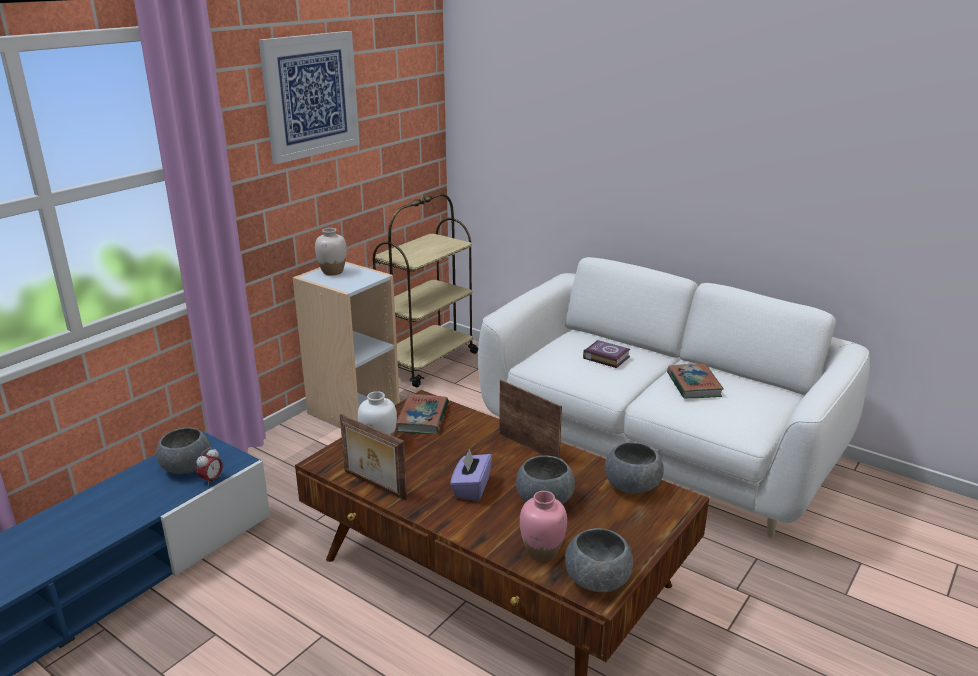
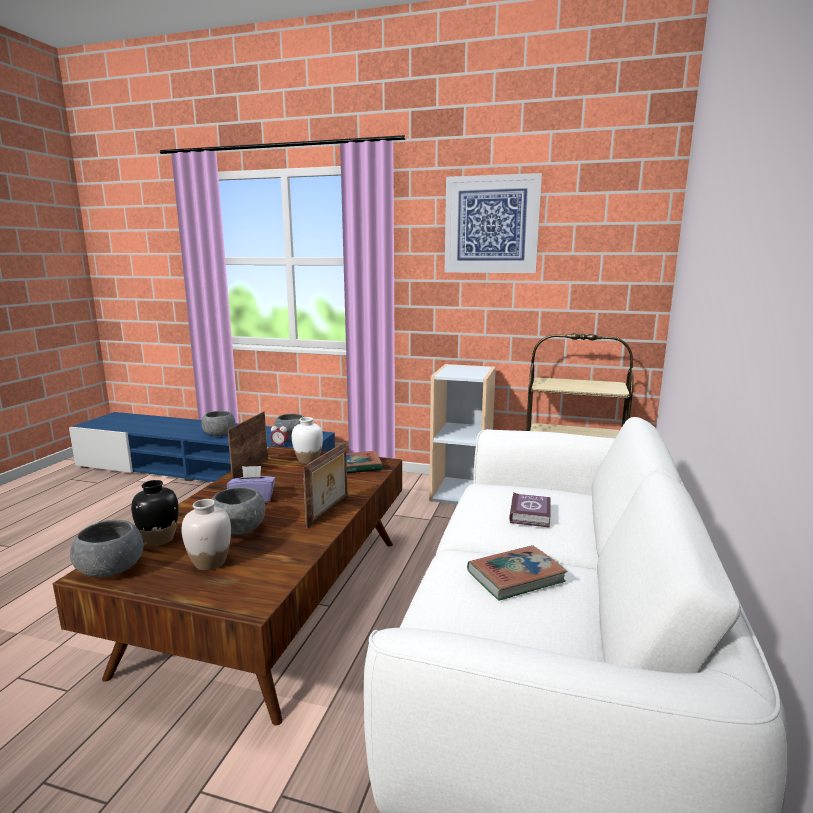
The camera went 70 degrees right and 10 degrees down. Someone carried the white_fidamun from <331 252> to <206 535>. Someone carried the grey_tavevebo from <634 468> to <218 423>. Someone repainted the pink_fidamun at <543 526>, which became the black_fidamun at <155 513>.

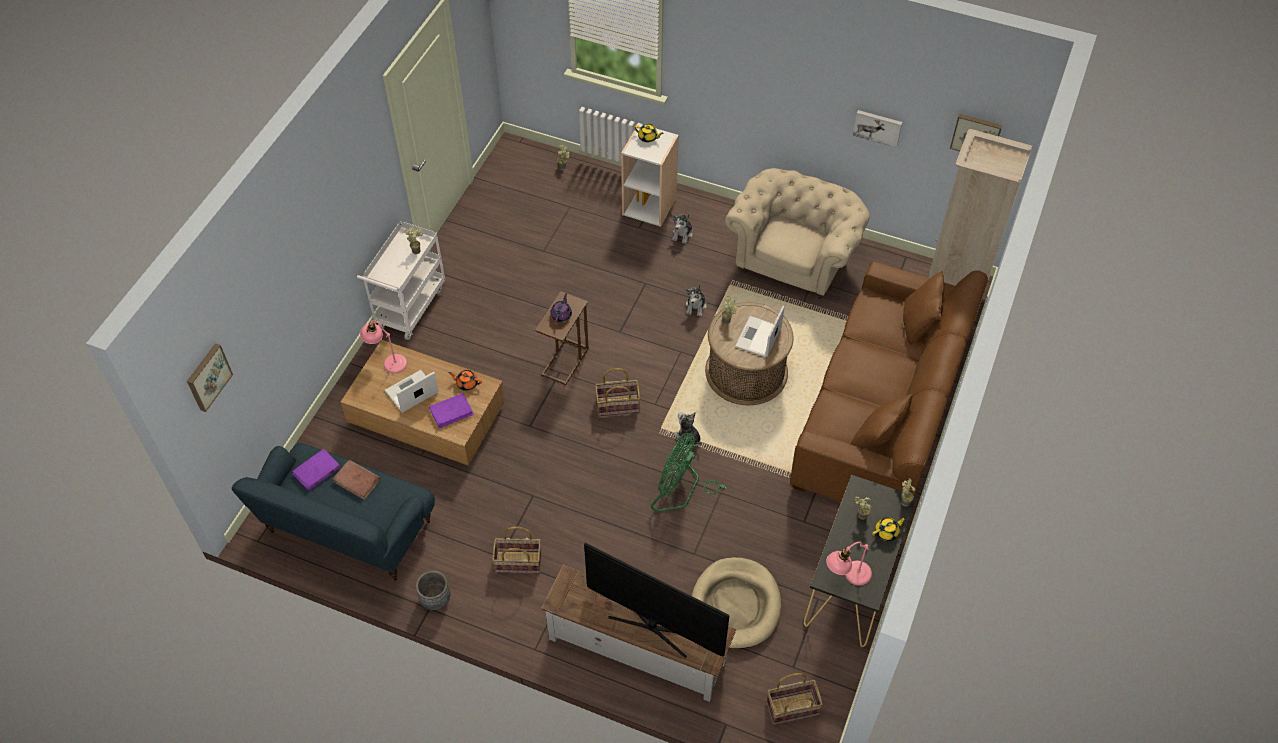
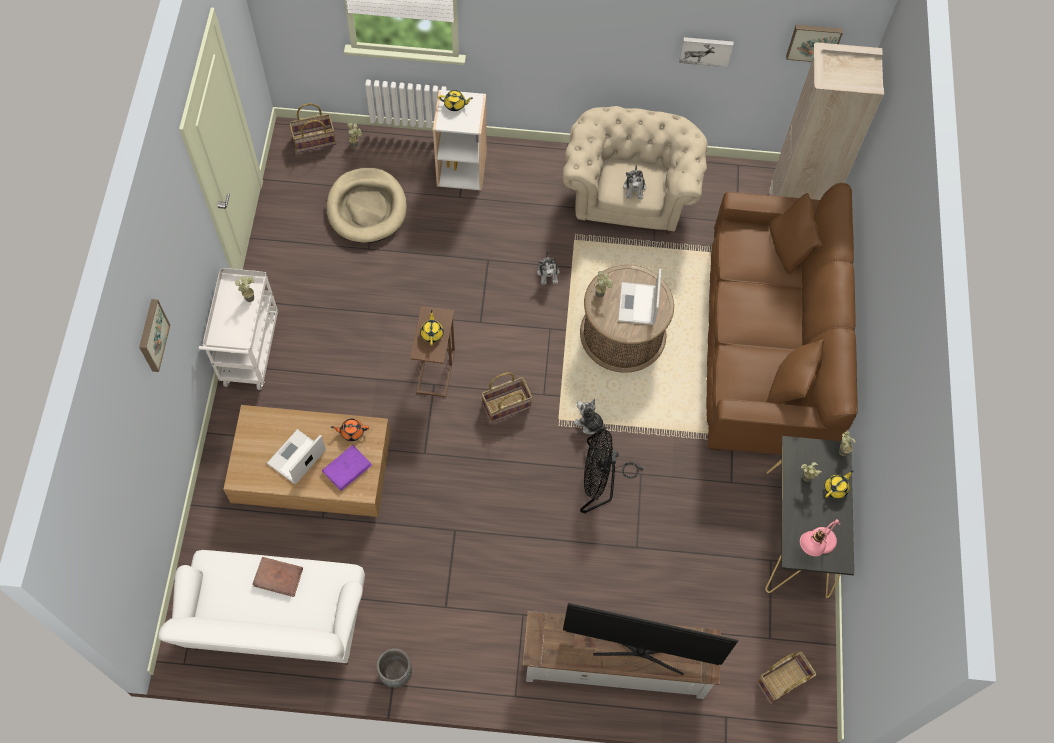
The camera went 20 degrees left and 10 degrees up. Someone took away the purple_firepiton at <317 469>. Someone took away the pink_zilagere at <383 347>. Someone carried the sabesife from <210 377> to <154 335>. Someone carried the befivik from <517 550> to <312 128>. Someone carried the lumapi from <682 229> to <634 181>. Someone carried the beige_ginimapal from <736 603> to <367 205>. Someone repainted the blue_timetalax at <333 512>, which became the white_timetalax at <261 607>. Someone repainted the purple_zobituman at <561 308>, which became the yellow_zobituman at <432 328>. Someone repainted the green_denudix at <688 473>, which became the black_denudix at <612 471>.

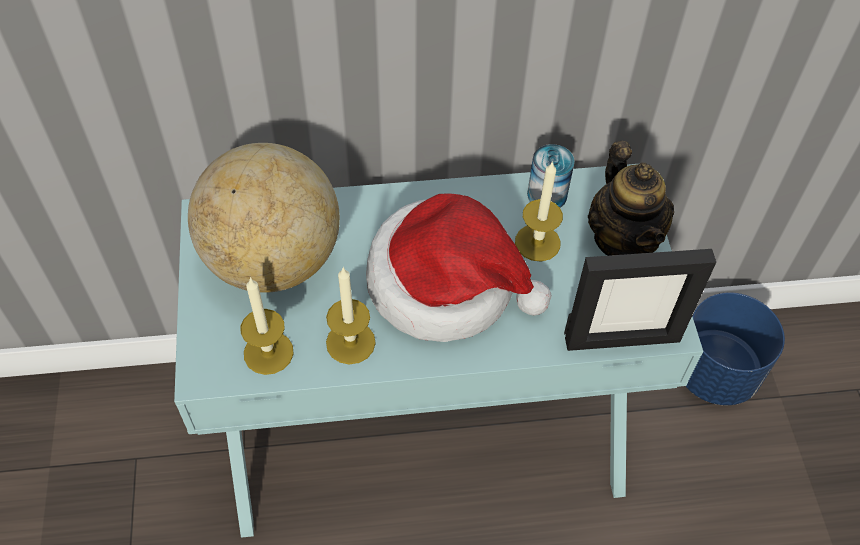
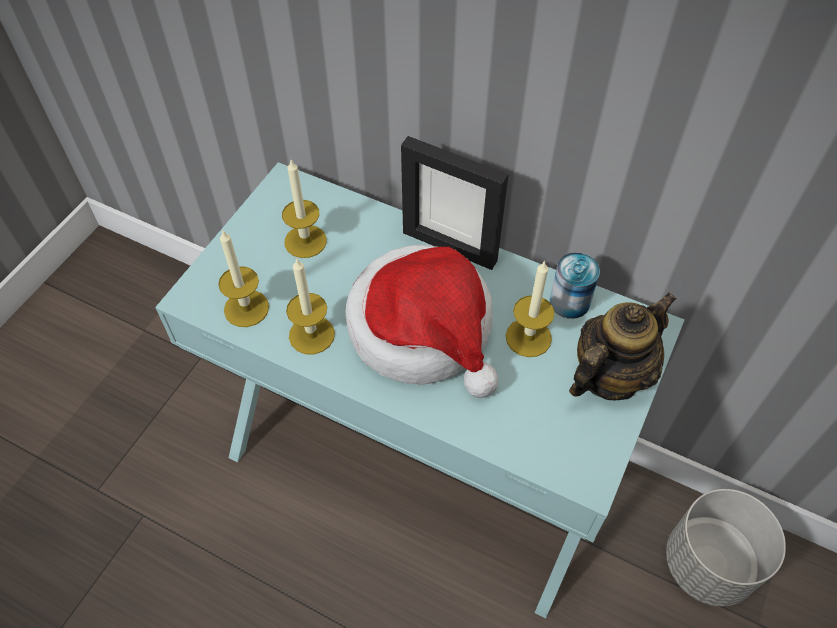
The camera went 35 degrees right and 0 degrees up. Someone carried the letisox from <640 300> to <455 203>. Someone swapped the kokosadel at <264 218> for the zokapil at <304 209>. Someone repainted the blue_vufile at <735 348>, which became the grey_vufile at <726 548>. Someone rotated the zobituman at <631 198> by 150 degrees counterclockwise.

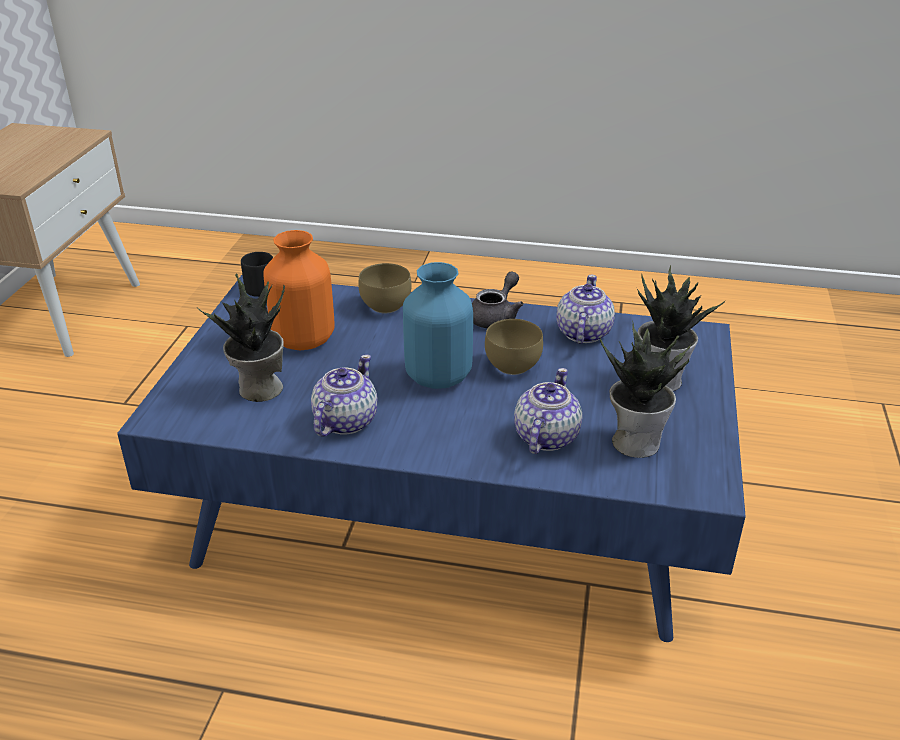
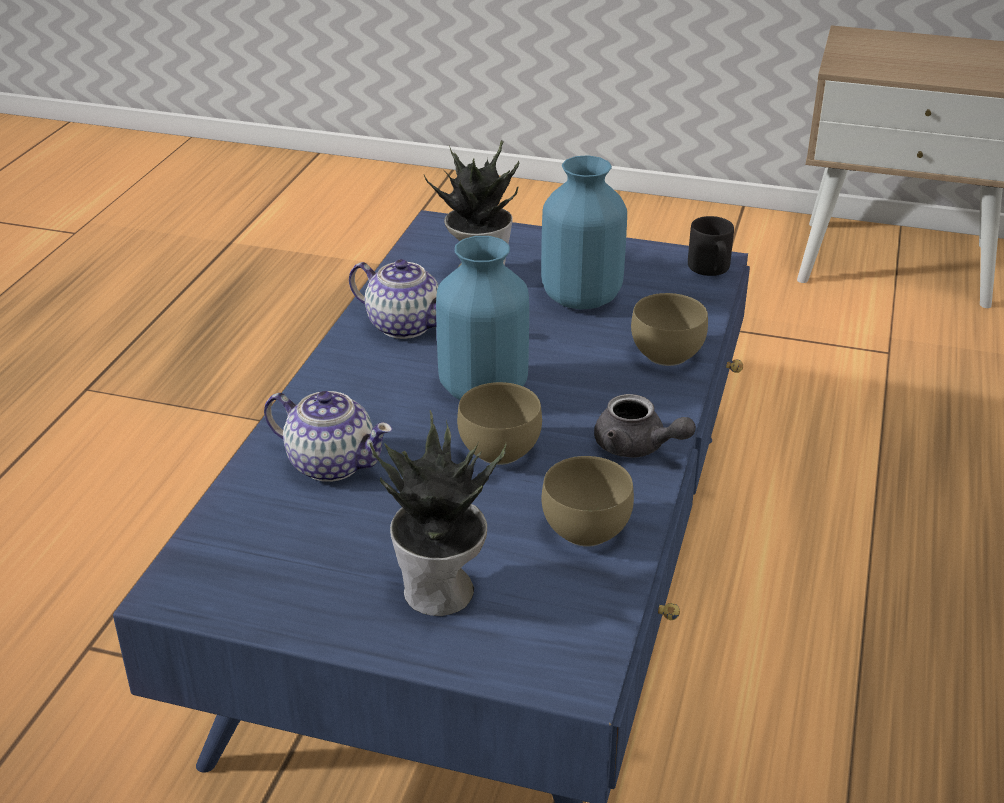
The camera went 95 degrees right and 0 degrees up. Someone took away the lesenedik at <645 389>. Someone swapped the zobituman at <586 309> for the brown_tavevebo at <587 501>. Someone repainted the orange_fidamun at <299 290>, which became the blue_fidamun at <584 232>.

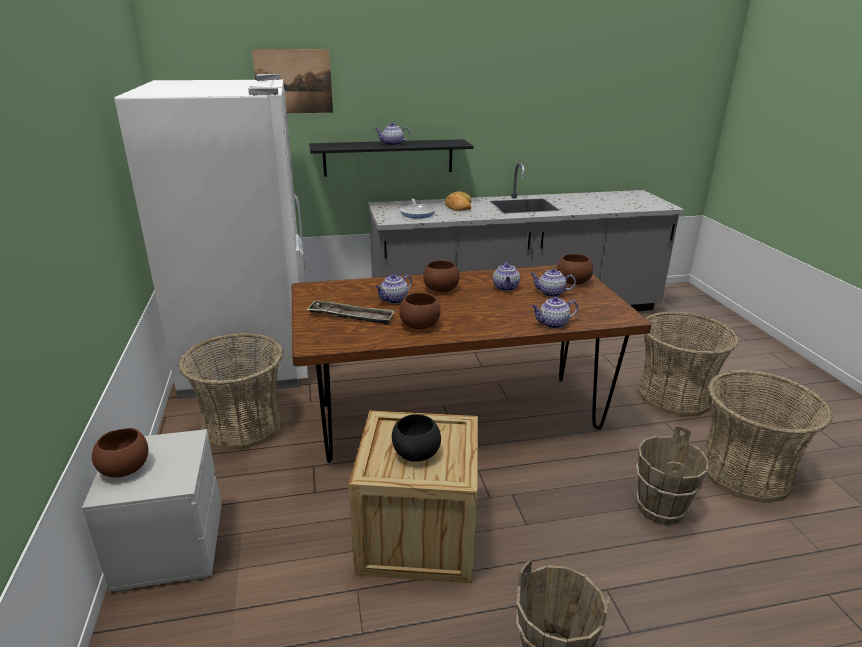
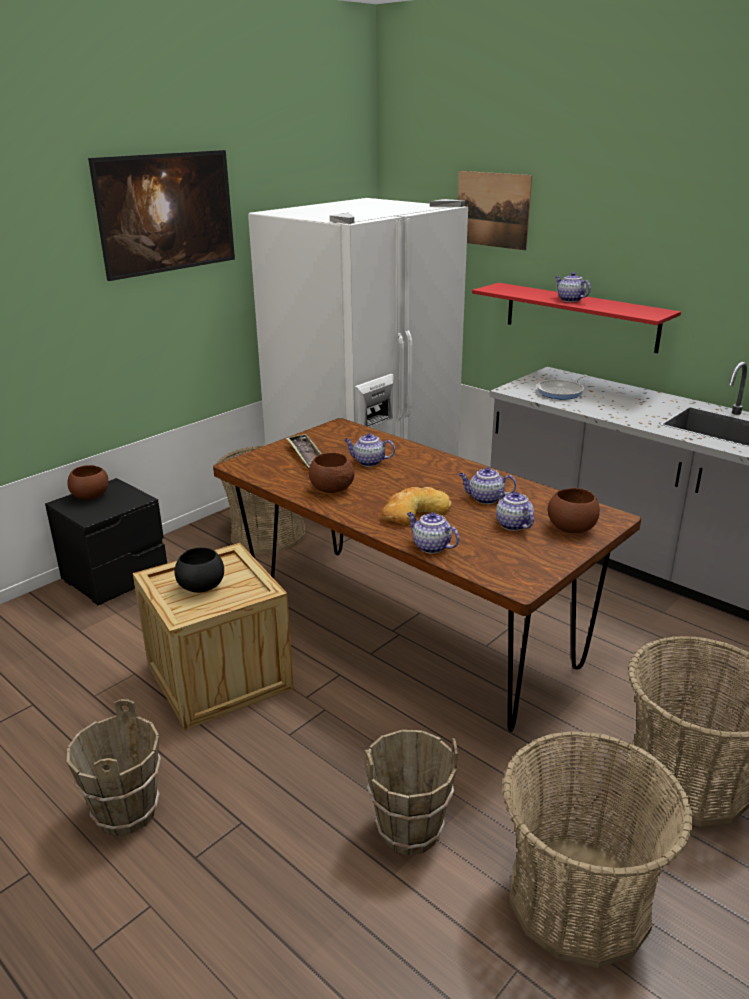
The camera went 55 degrees right and 0 degrees up. Someone took away the brown_tavevebo at <441 276>. Someone put up the sabesife at <161 215>. Someone carried the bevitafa from <458 201> to <417 506>. Someone repainted the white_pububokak at <152 511>, which became the black_pububokak at <106 541>. Someone repainted the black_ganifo at <391 158>, which became the red_ganifo at <576 318>. Someone rotated the zobituman at <506 276> by 45 degrees clockwise.

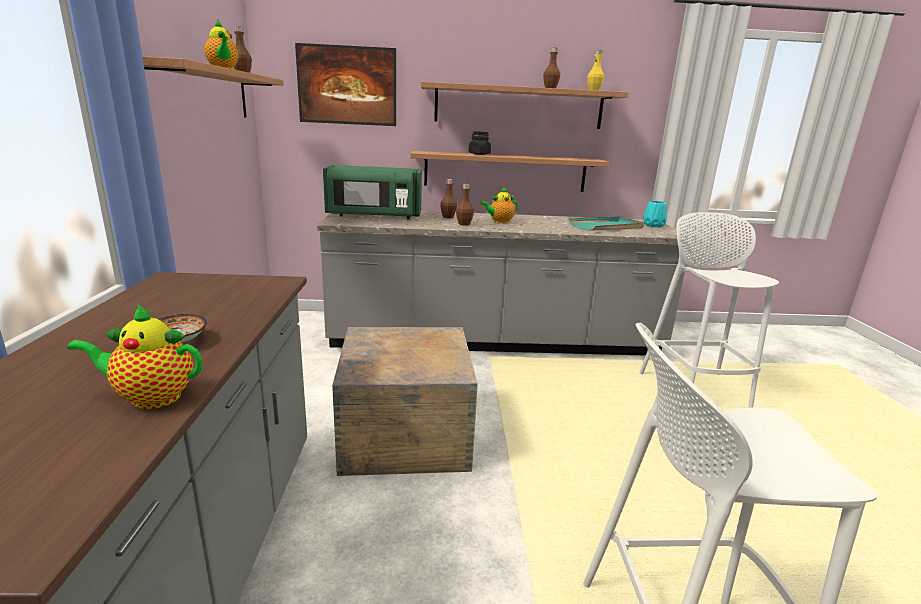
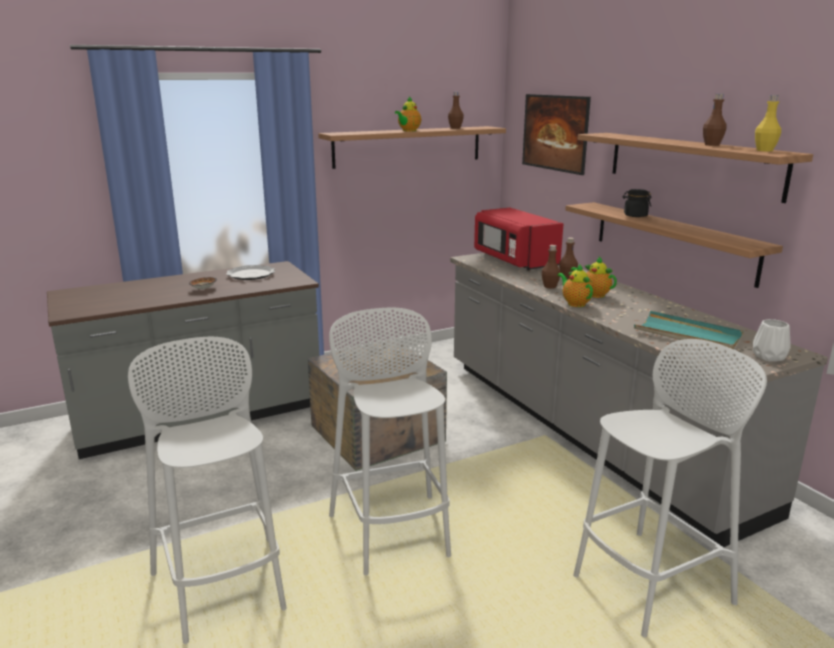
The camera went 65 degrees right and 0 degrees up. Someone put down the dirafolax at <250 272>. Someone put down the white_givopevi at <390 441>. Someone carried the zobituman from <134 356> to <575 285>. Someone repainted the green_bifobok at <372 192>, which became the red_bifobok at <519 239>. Someone repainted the turquoise_fidamun at <655 214>, which became the white_fidamun at <772 340>.

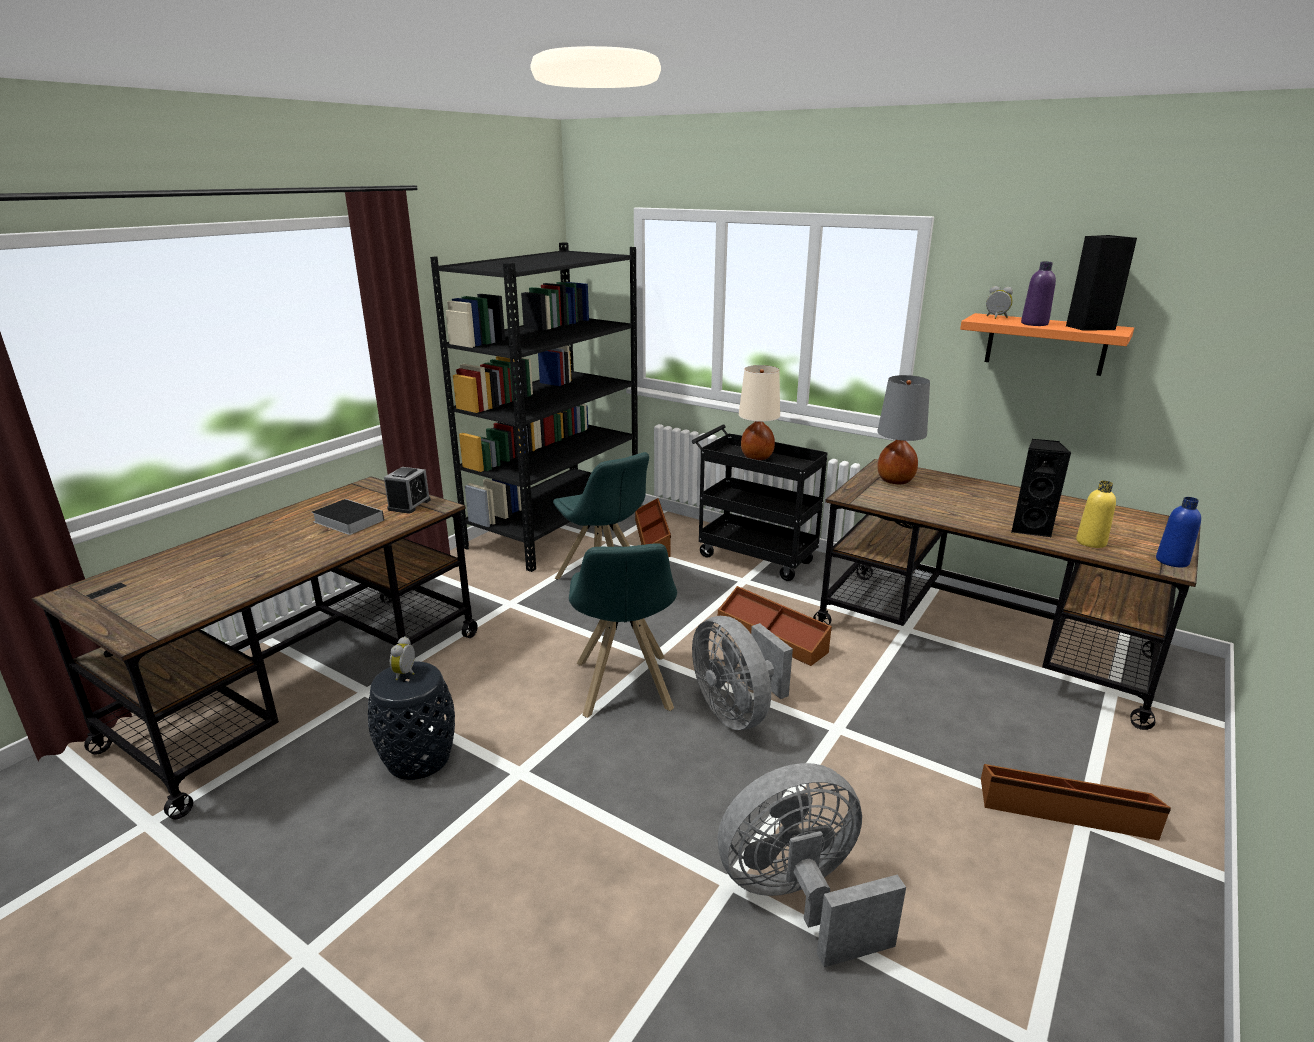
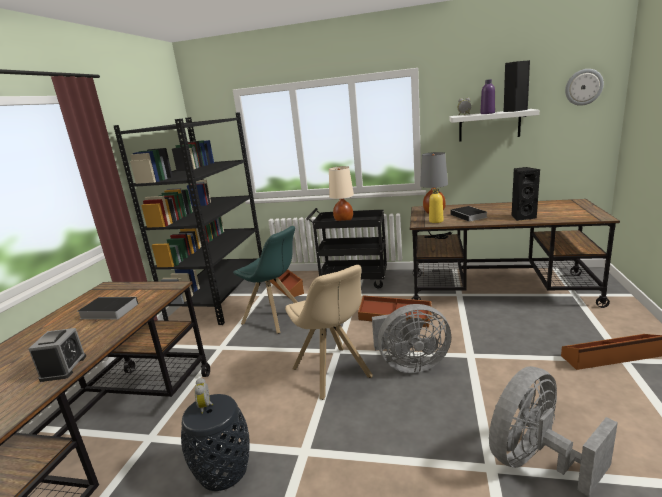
The camera went 20 degrees left and 5 degrees down. Someone took away the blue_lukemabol at <1178 532>. Someone put down the firepiton at <469 214>. Someone put up the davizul at <584 87>. Someone carried the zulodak from <407 490> to <57 355>. Someone carried the yellow_lukemabol from <1096 514> to <436 205>. Someone repainted the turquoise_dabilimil at <623 630>, which became the beige_dabilimil at <329 332>. Someone repainted the orange_ganifo at <1047 344>, which became the white_ganifo at <494 125>. Someone rotated the grey_denudix at <742 673> by 45 degrees counterclockwise.

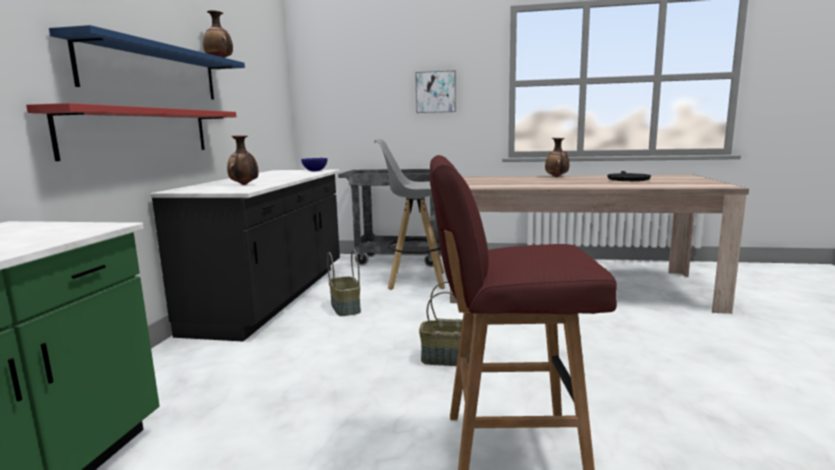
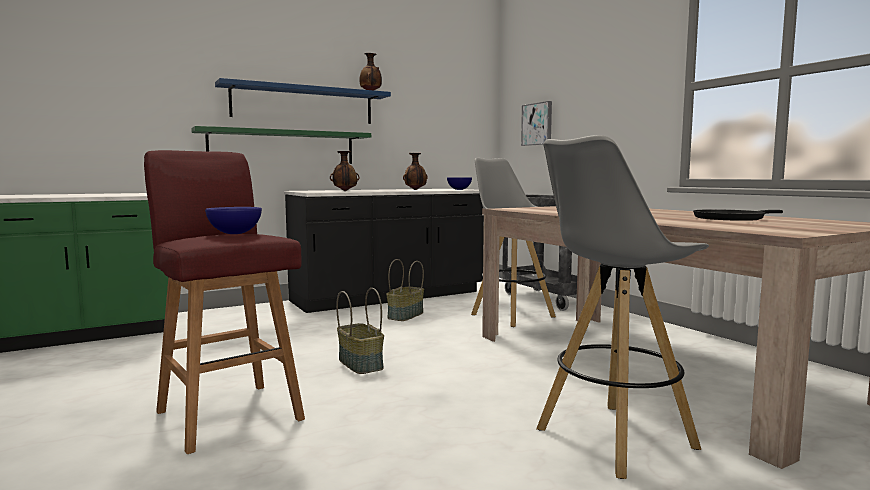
The camera went 50 degrees right and 5 degrees down. Someone put down the blue_tavevebo at <233 220>. Someone put down the grey_givopevi at <622 307>. Someone carried the sabesife from <435 91> to <536 123>. Someone carried the fidamun from <557 157> to <415 171>. Someone repainted the red_ganifo at <131 132>, which became the green_ganifo at <281 145>.

